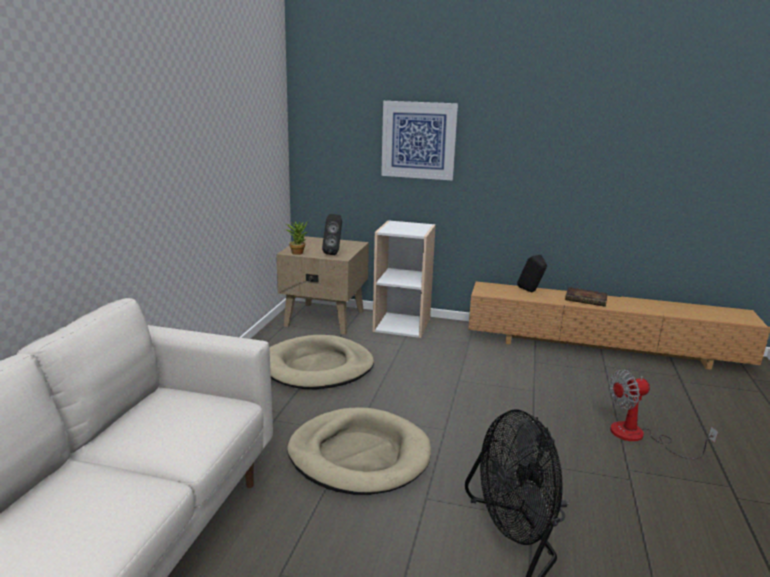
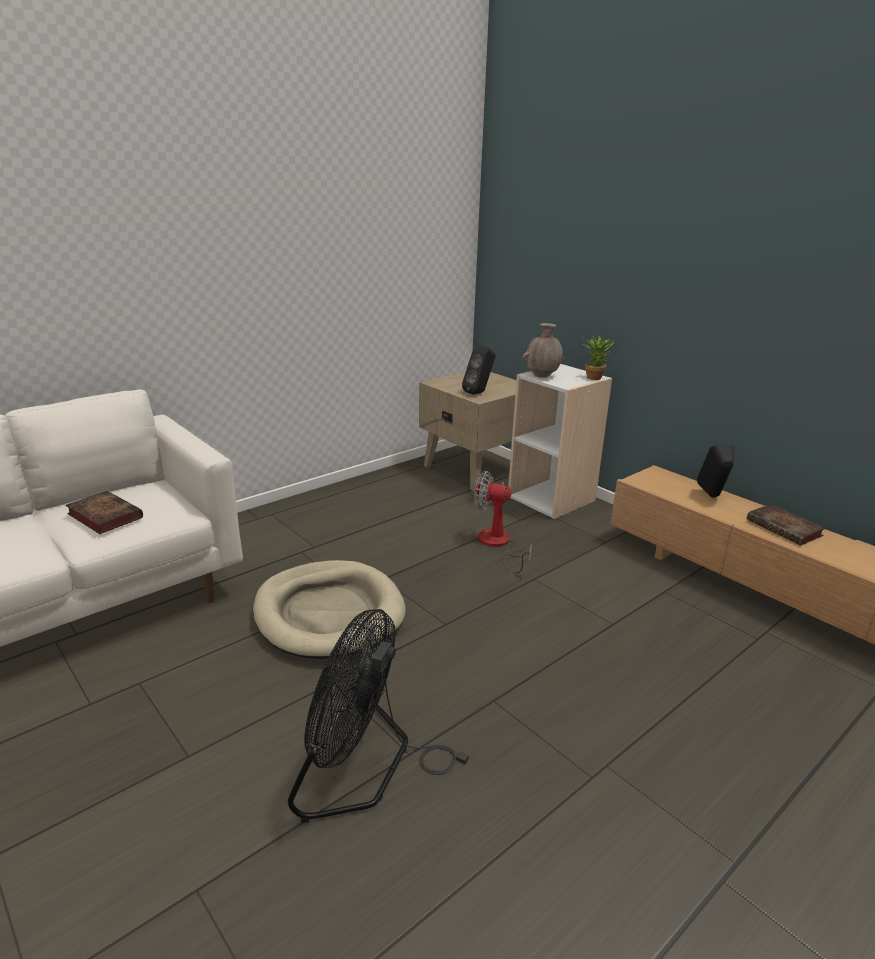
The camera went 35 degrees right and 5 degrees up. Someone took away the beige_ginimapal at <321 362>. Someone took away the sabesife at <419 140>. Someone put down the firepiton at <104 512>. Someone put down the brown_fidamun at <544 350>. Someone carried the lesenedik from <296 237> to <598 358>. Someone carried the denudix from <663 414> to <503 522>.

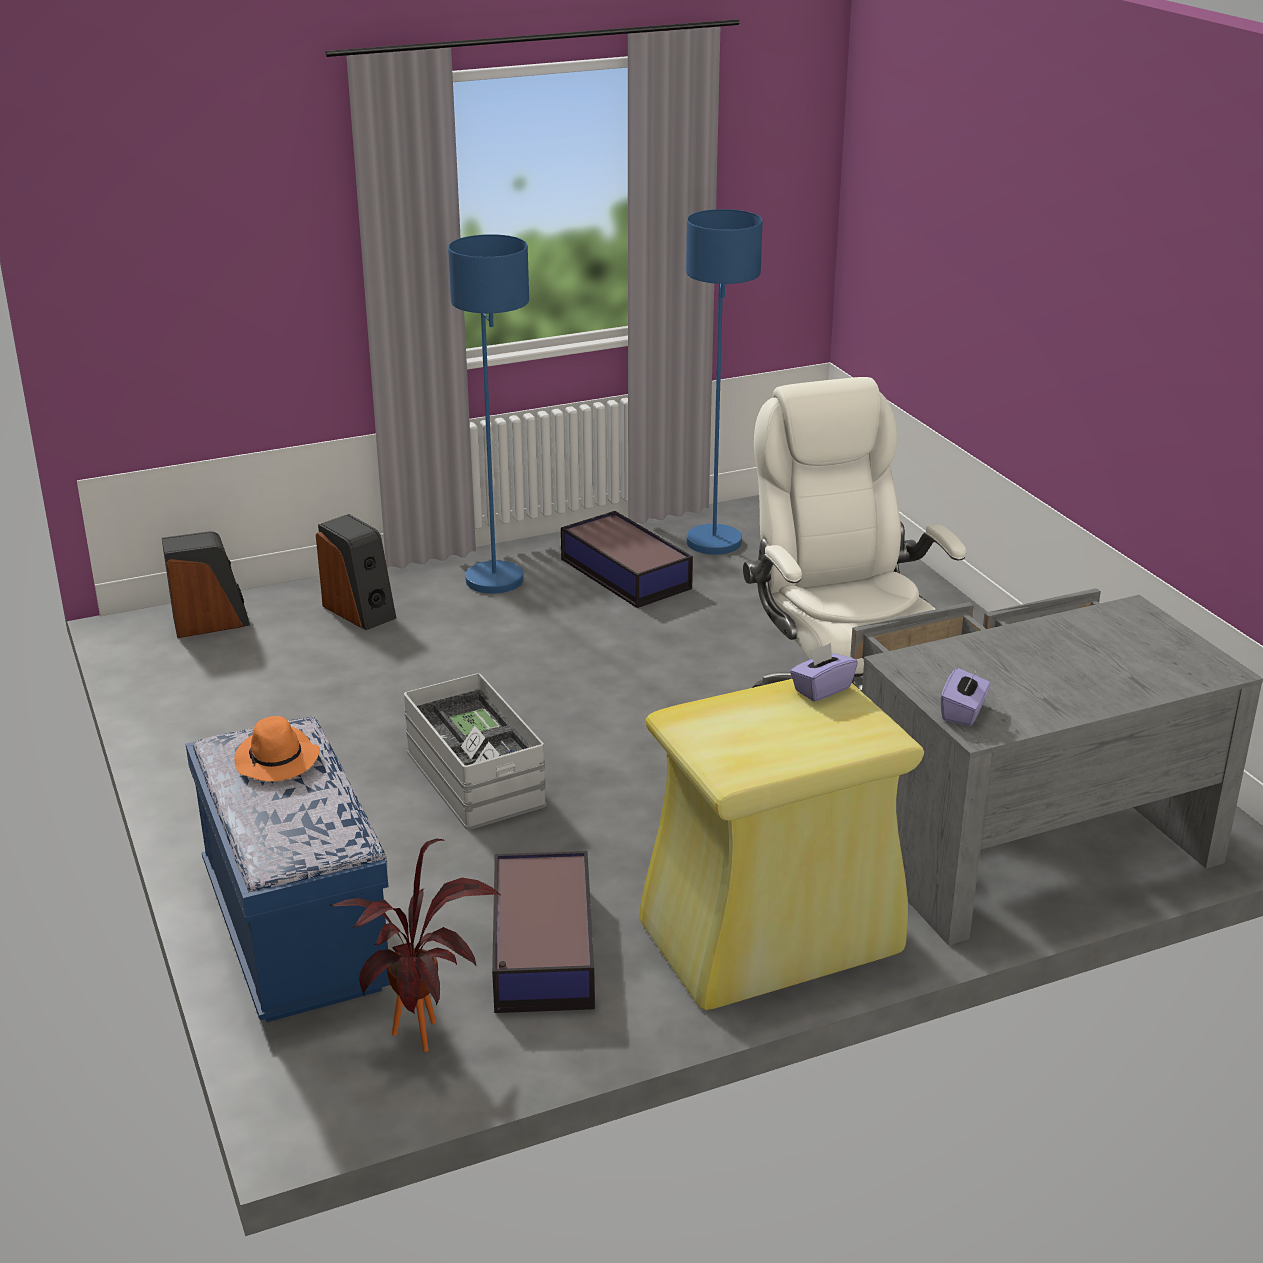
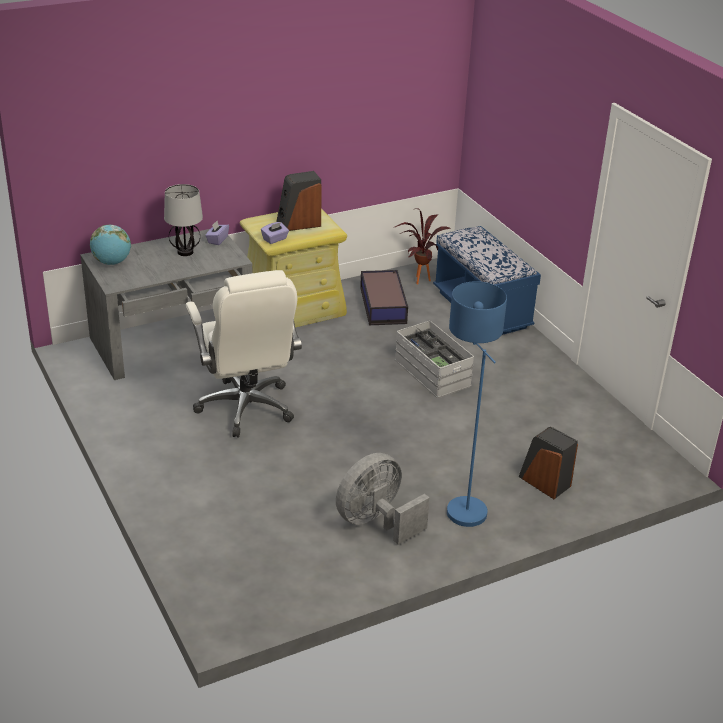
The camera went 175 degrees right and 5 degrees up. Someone took away the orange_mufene at <277 748>. Someone took away the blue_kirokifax at <724 382>. Someone put down the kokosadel at <110 245>. Someone put down the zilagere at <183 220>. Someone carried the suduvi from <206 584> to <299 201>. Someone swapped the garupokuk at <627 559> for the grey_denudix at <383 499>.

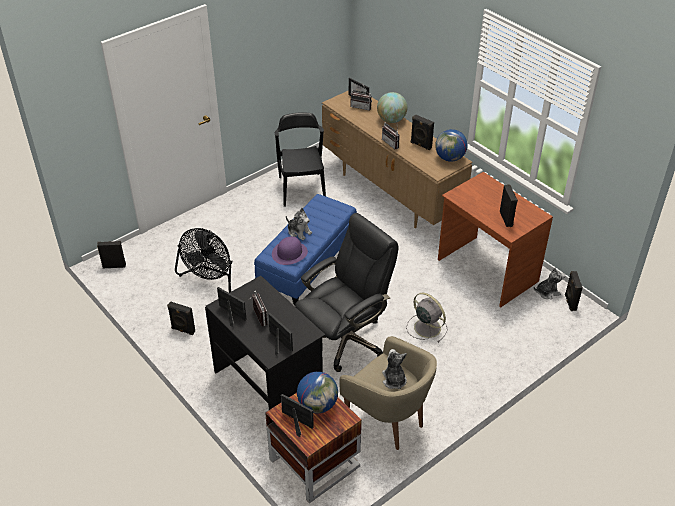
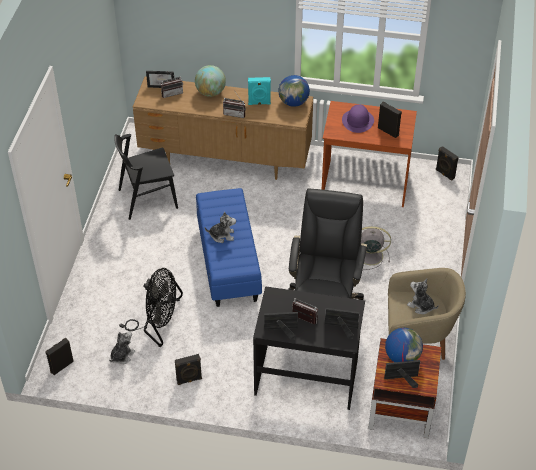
The camera went 40 degrees left and 5 degrees up. Someone carried the purple_mufene from <290 250> to <358 118>. Someone carried the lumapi from <549 283> to <122 347>. Someone repainted the black_suduvi at <422 132>, which became the turquoise_suduvi at <259 91>. Someone rotated the black_denudix at <203 260> by 60 degrees counterclockwise. Someone rotated the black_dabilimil at <300 160> by 60 degrees counterclockwise.

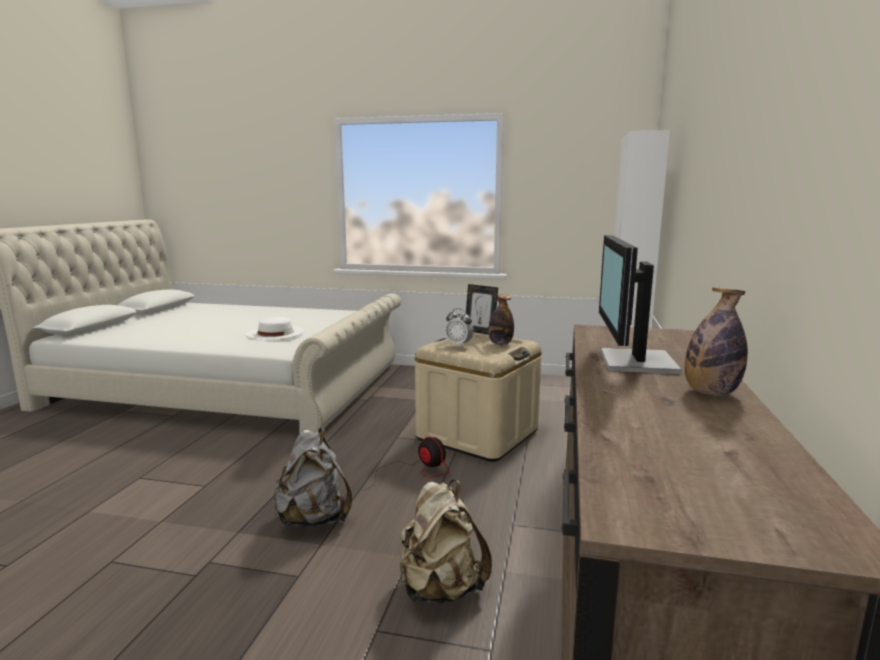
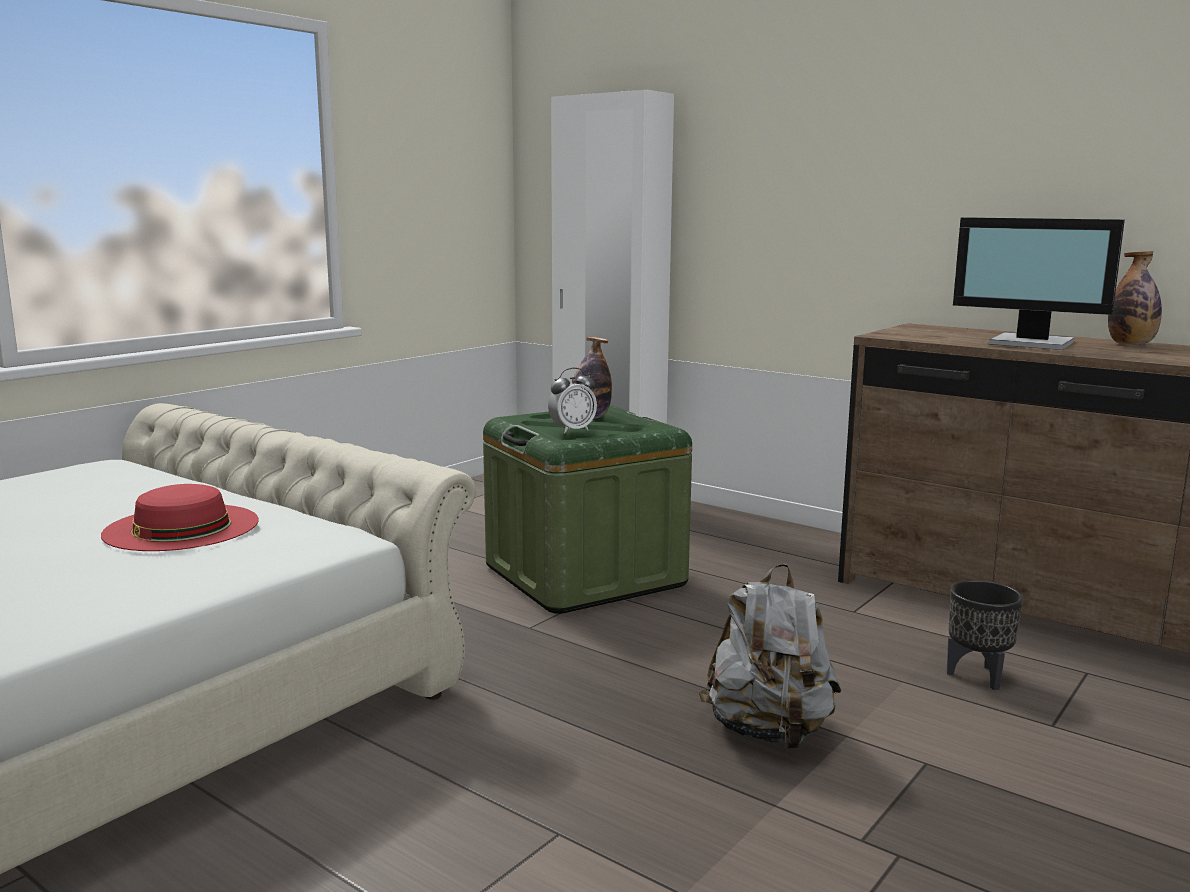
The camera went 65 degrees left and 0 degrees up. Someone took away the denudix at <406 464>. Someone took away the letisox at <482 309>. Someone swapped the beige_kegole at <446 542> for the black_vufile at <985 635>. Someone repainted the white_mufene at <275 328>, which became the red_mufene at <180 517>. Someone repainted the beige_garupokuk at <478 397>, which became the green_garupokuk at <587 509>.

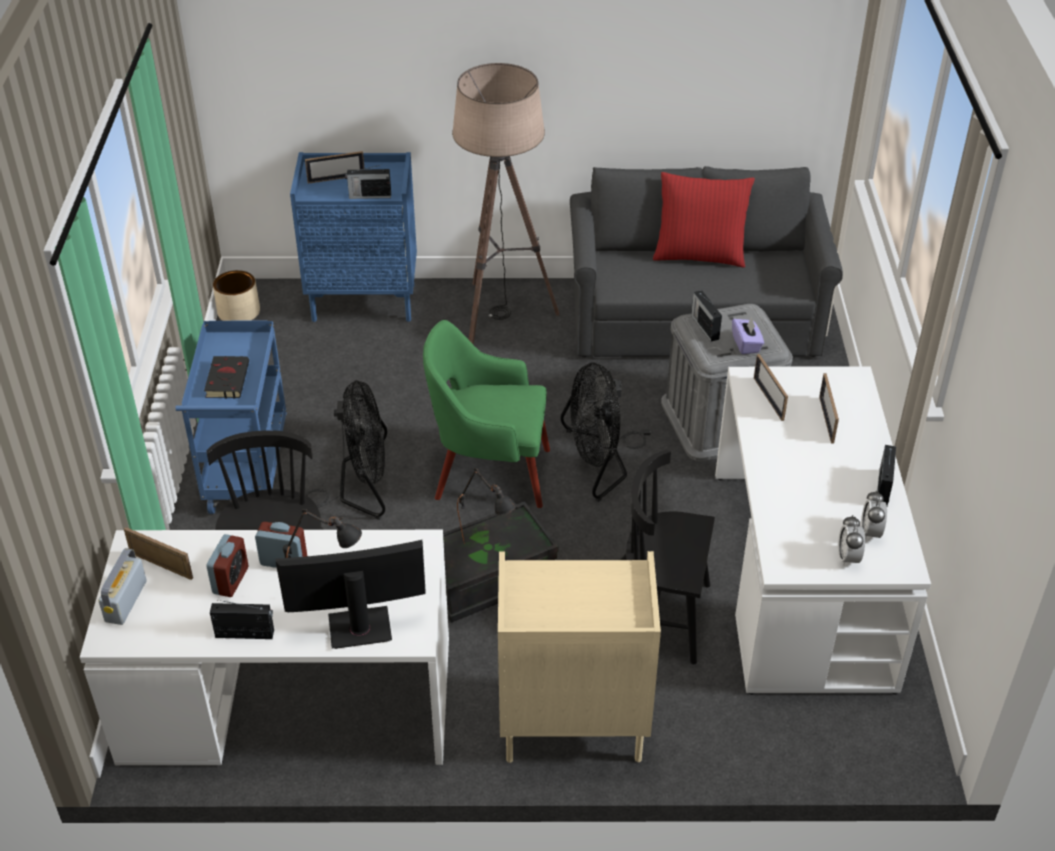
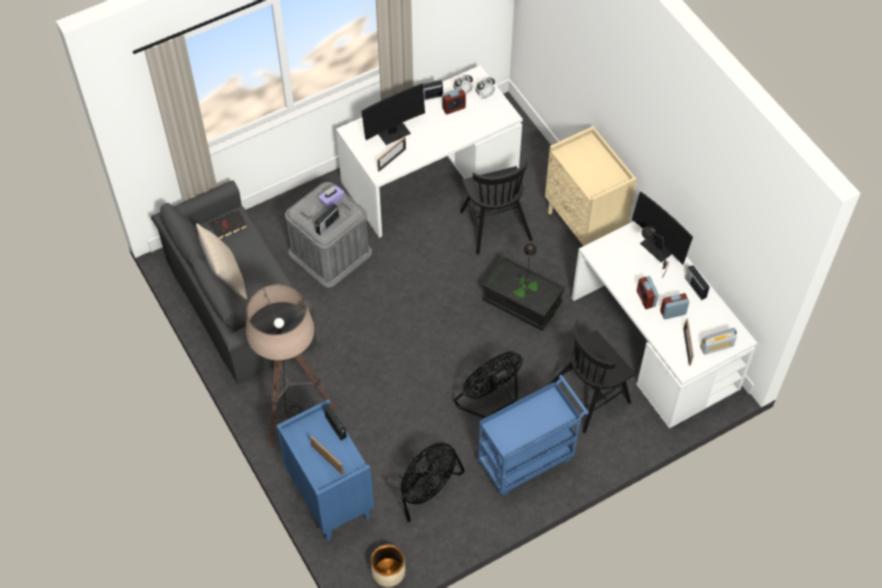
The camera went 120 degrees left and 15 degrees up. Someone took away the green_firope at <486 414>. Someone put down the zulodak at <454 100>. Someone carried the black_firepiton from <226 377> to <228 225>. Someone carried the black_denudix from <607 432> to <423 482>. Someone swapped the letisox at <829 408> for the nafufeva at <393 114>. Someone repainted the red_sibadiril at <704 220>, which became the beige_sibadiril at <221 261>.

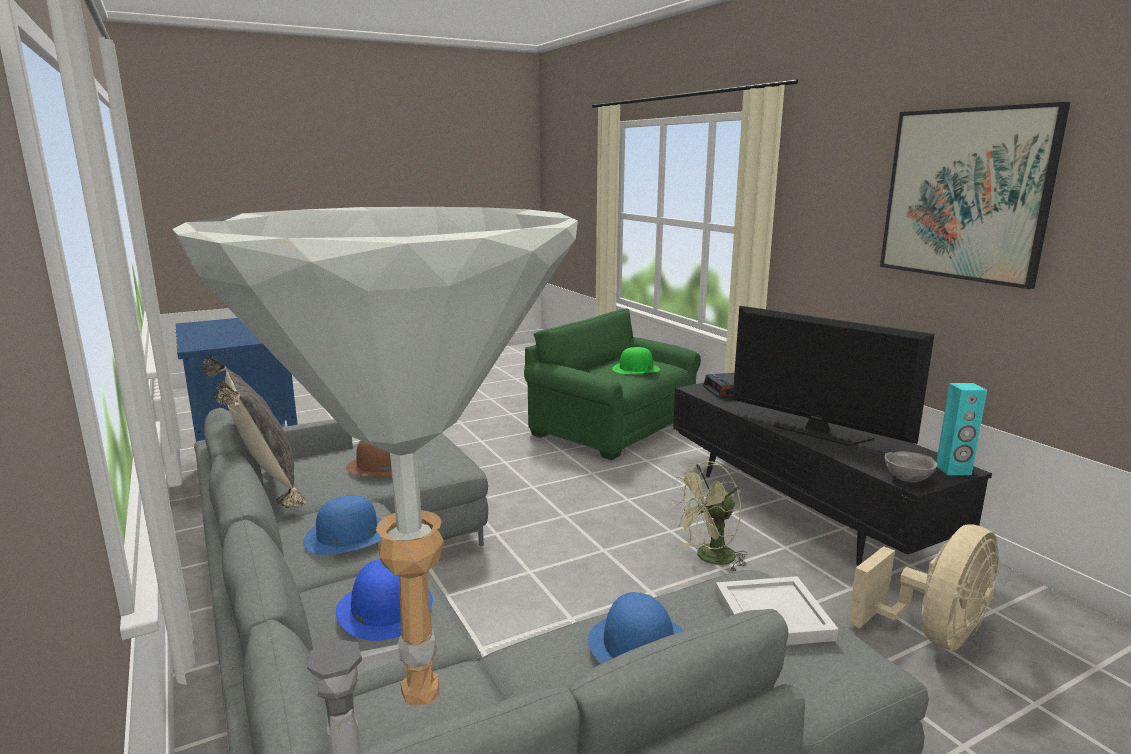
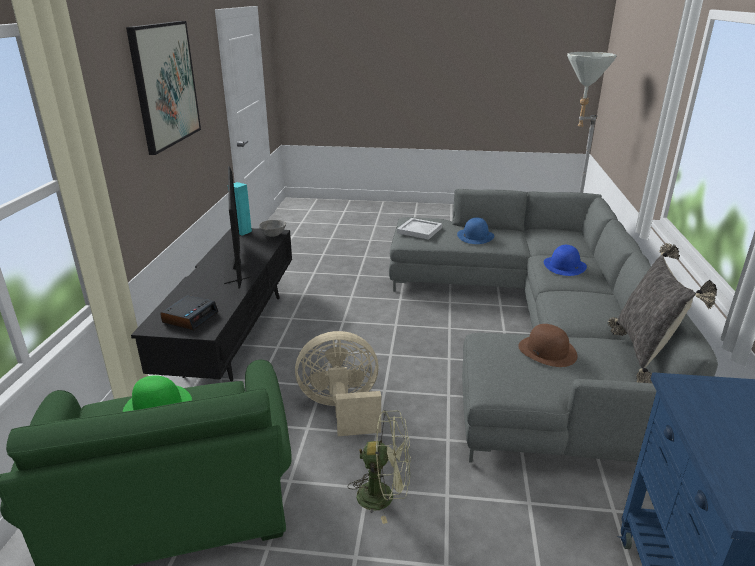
The camera went 145 degrees left and 10 degrees up. Someone took away the blue_mufene at <342 525>. Someone carried the green_denudix from <709 516> to <379 467>. Someone carried the beige_denudix from <924 587> to <338 383>.

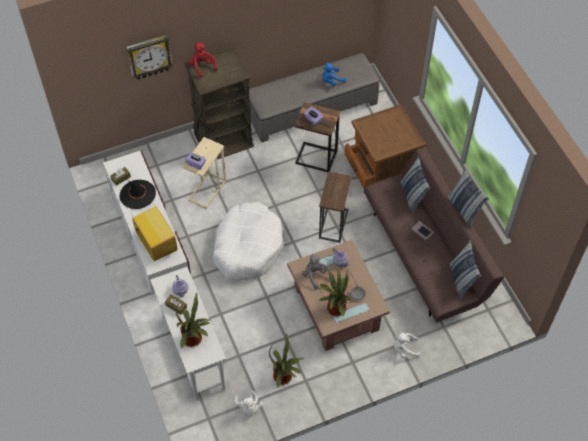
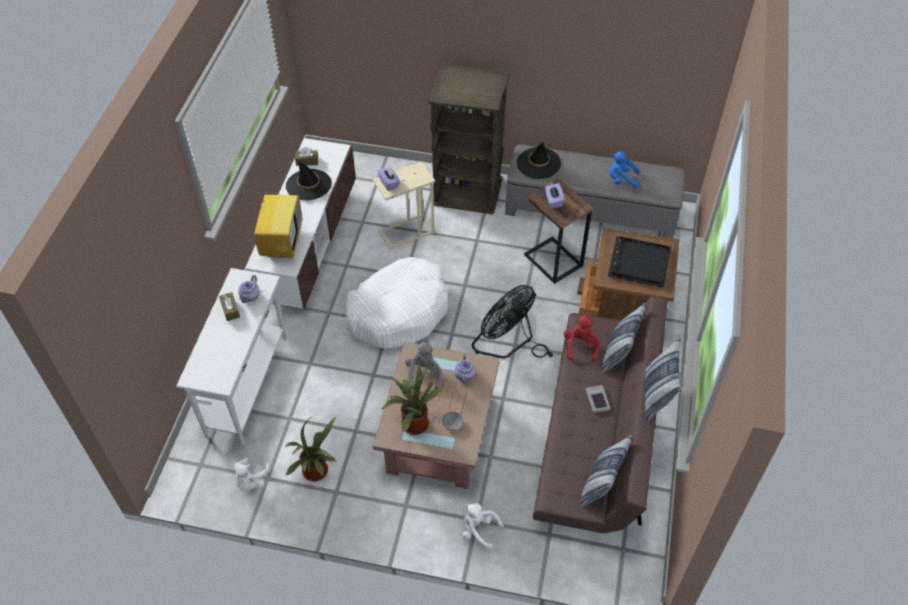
The camera went 35 degrees right and 5 degrees down. Someone took away the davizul at <149 57>. Someone took away the lesenedik at <193 320>. Someone put down the black_mufene at <539 160>. Someone put down the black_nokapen at <639 262>. Someone carried the red_lumapi from <202 60> to <582 338>. Someone swapped the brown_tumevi at <335 207> for the black_denudix at <512 322>.

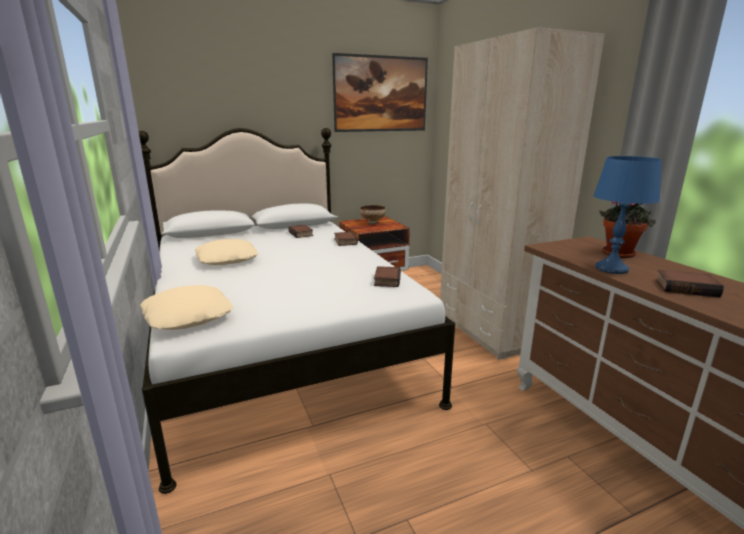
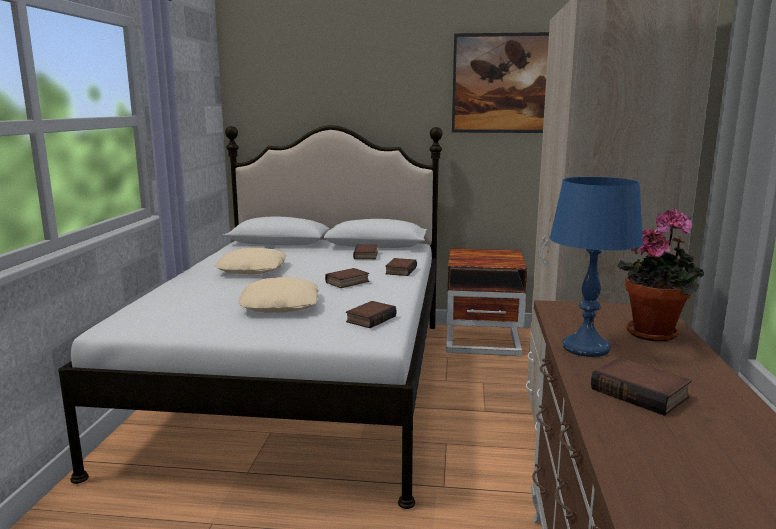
The camera went 30 degrees right and 5 degrees down. Someone took away the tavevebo at <373 215>. Someone put down the firepiton at <347 278>. Someone carried the beige_sibadiril from <186 307> to <279 294>.

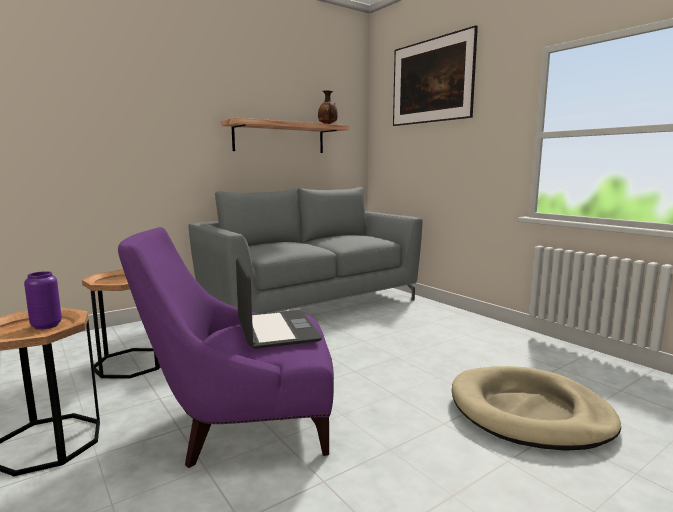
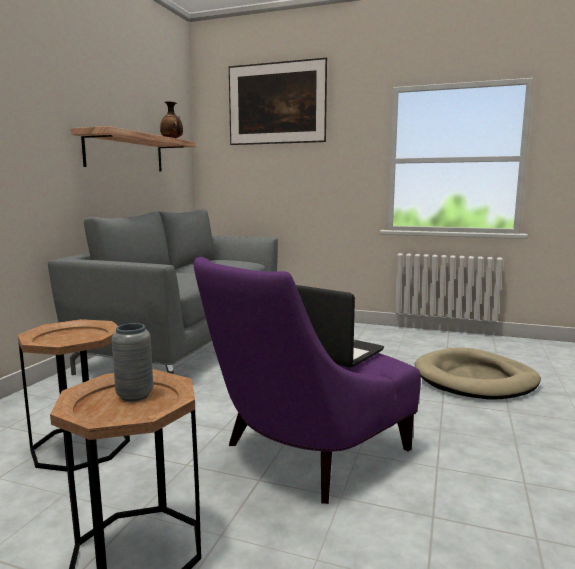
The camera went 35 degrees left and 0 degrees up. Someone repainted the purple_fidamun at <43 300>, which became the grey_fidamun at <132 362>.

